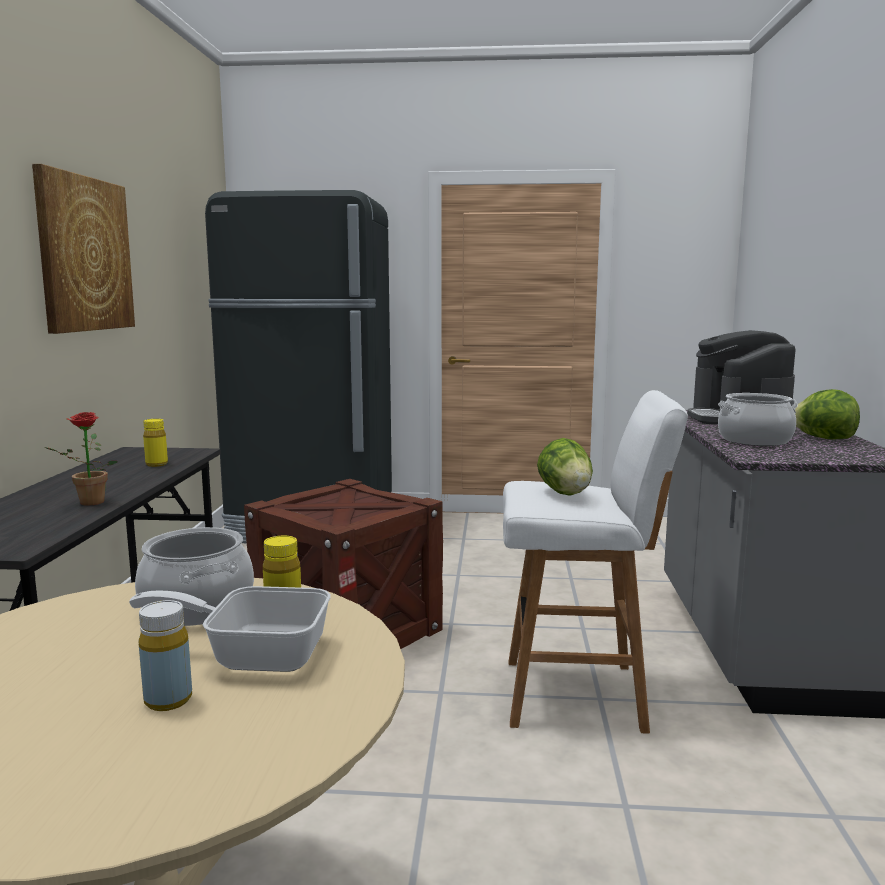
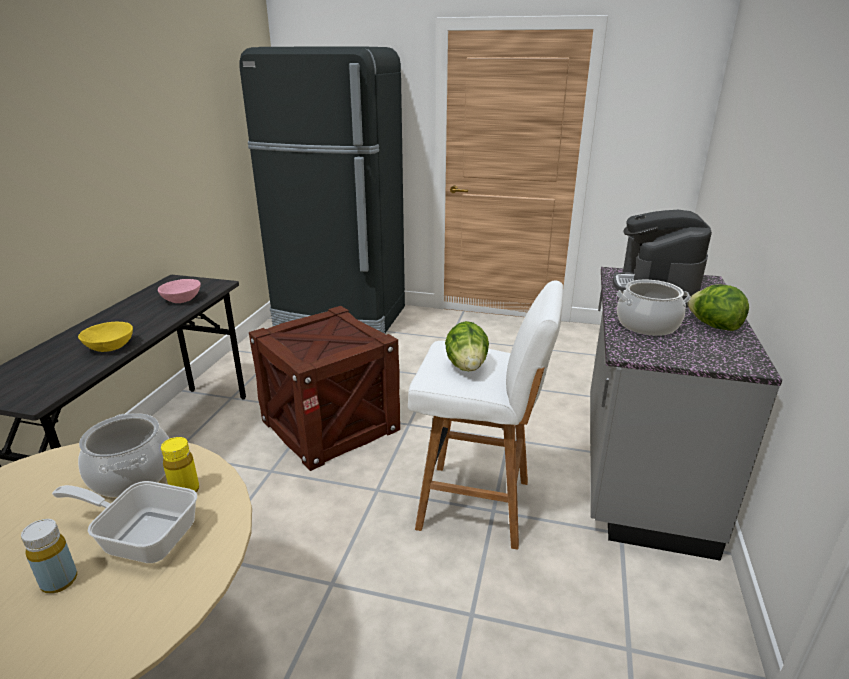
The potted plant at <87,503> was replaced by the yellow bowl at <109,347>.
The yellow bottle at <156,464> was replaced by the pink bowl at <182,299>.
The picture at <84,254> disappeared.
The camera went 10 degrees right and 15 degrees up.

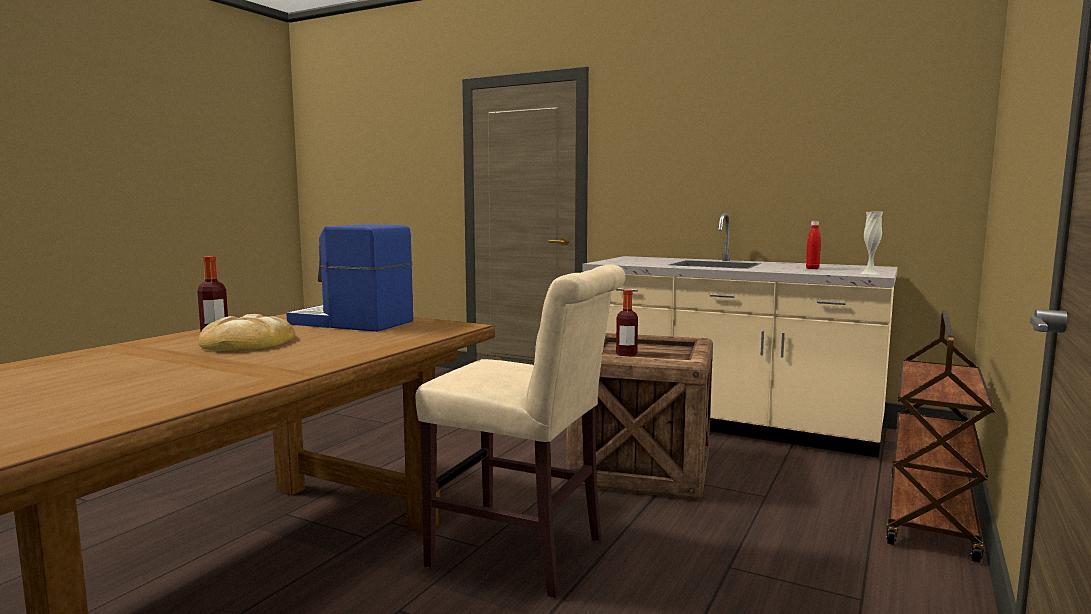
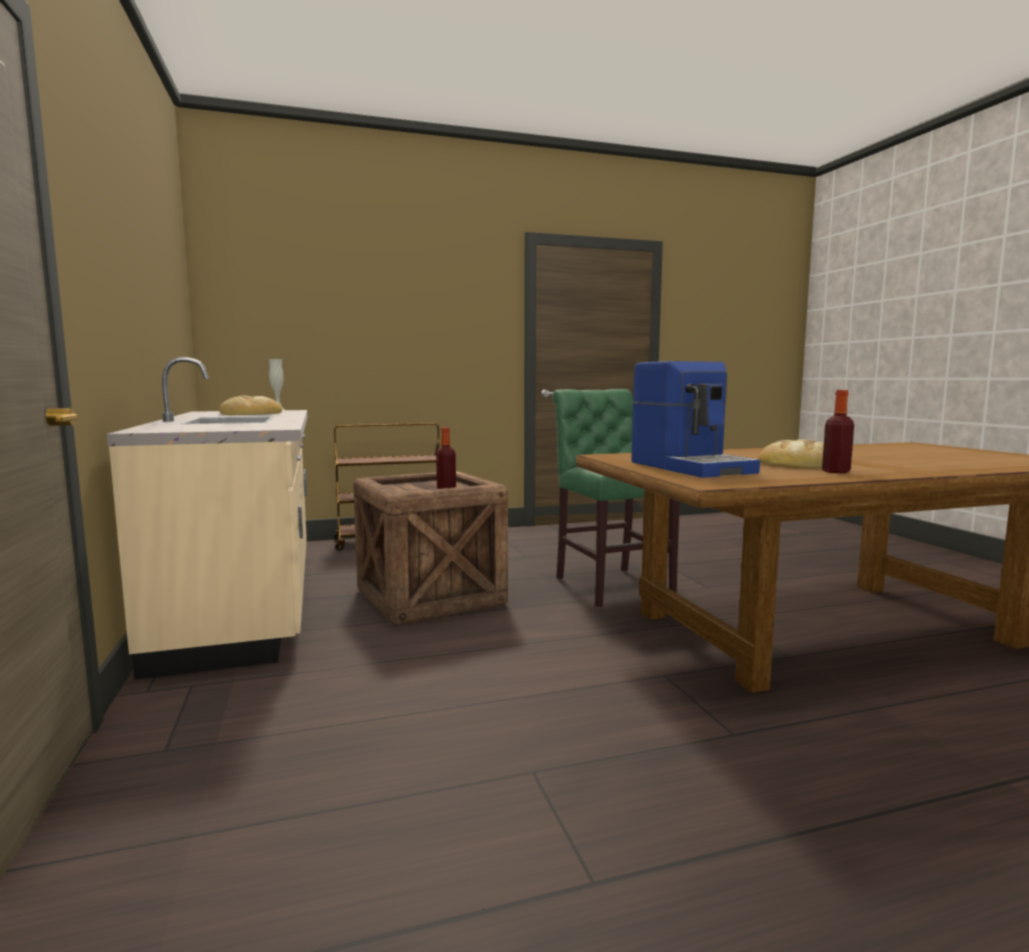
The red bottle at <812,268> was replaced by the bread at <250,413>.
The beige chair at <525,554> became the green chair at <610,585>.
The camera went 135 degrees left and 0 degrees up.

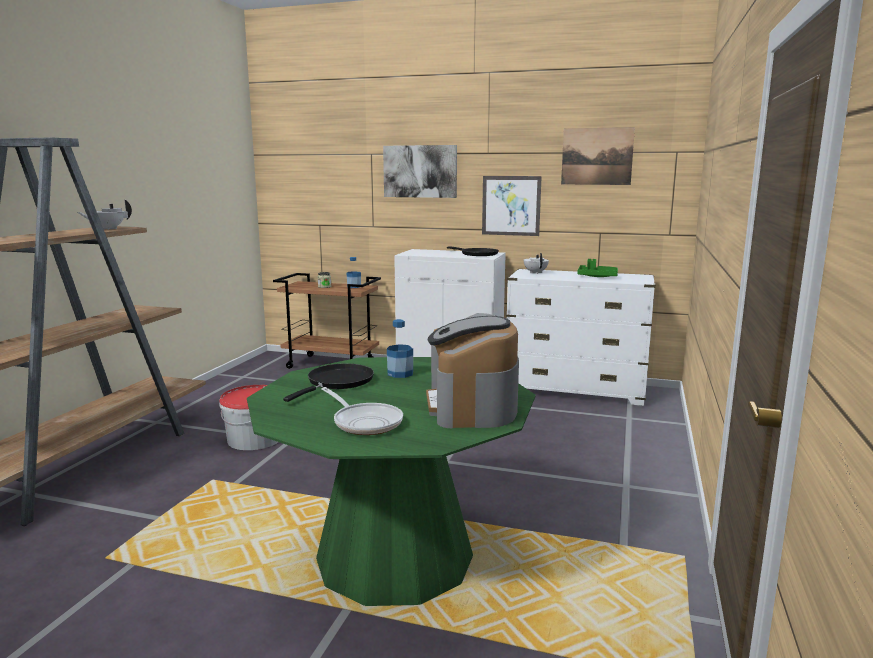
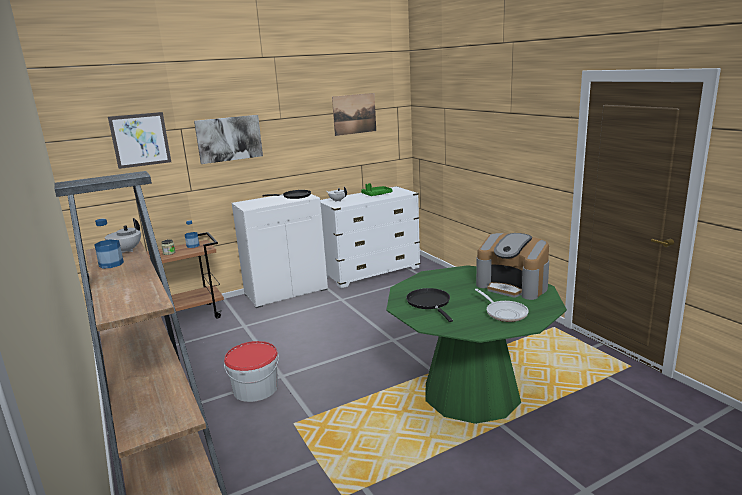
The bottle moved from <400,373> to <111,264>.
The picture moved from <511,205> to <140,140>.
The frying pan at <365,422> turned 60 degrees clockwise.
The camera went 45 degrees left and 5 degrees up.

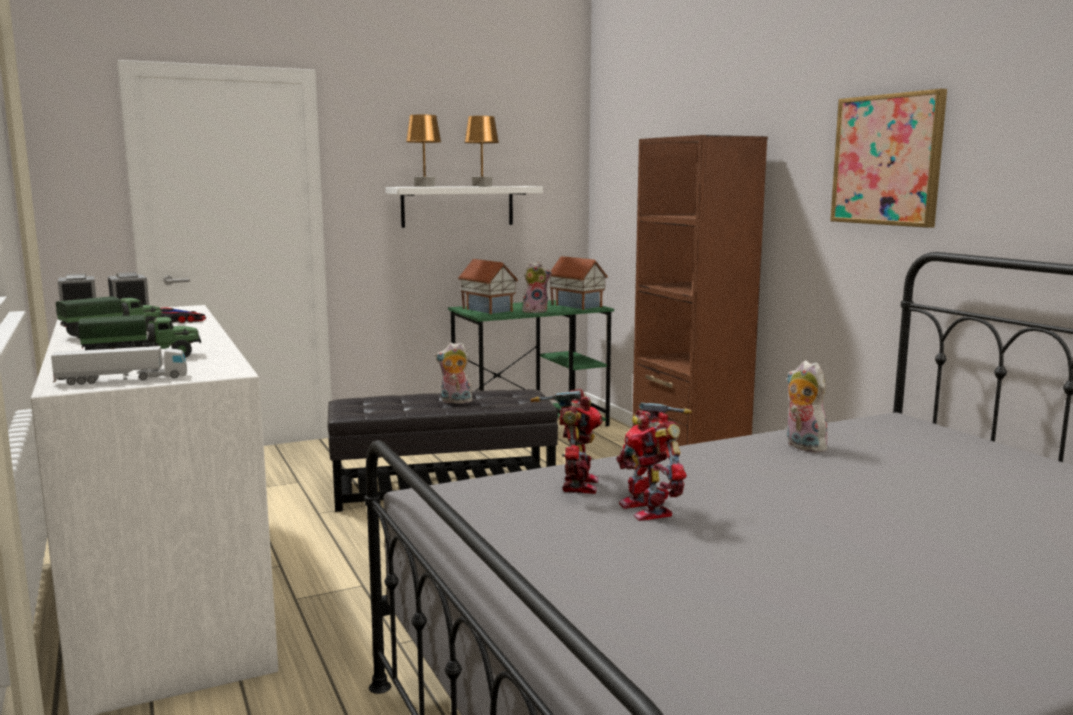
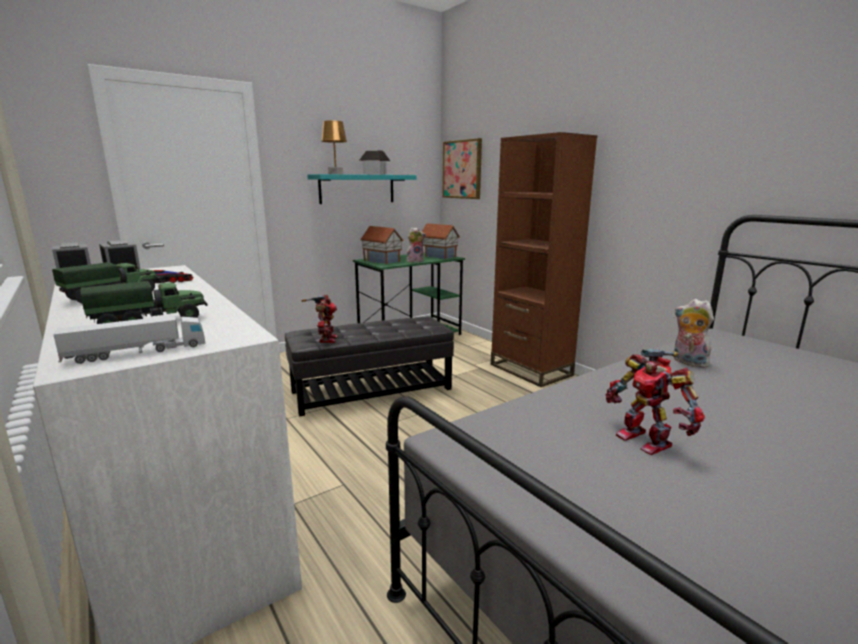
The toy robot moved from <575,485> to <326,339>.
The white shelf at <458,206> became the turquoise shelf at <357,189>.
The brown table lamp at <482,186> was replaced by the toy house at <375,174>.
The picture moved from <887,160> to <462,169>.
The plush toy at <455,402> disappeared.
The camera went 10 degrees left and 5 degrees up.

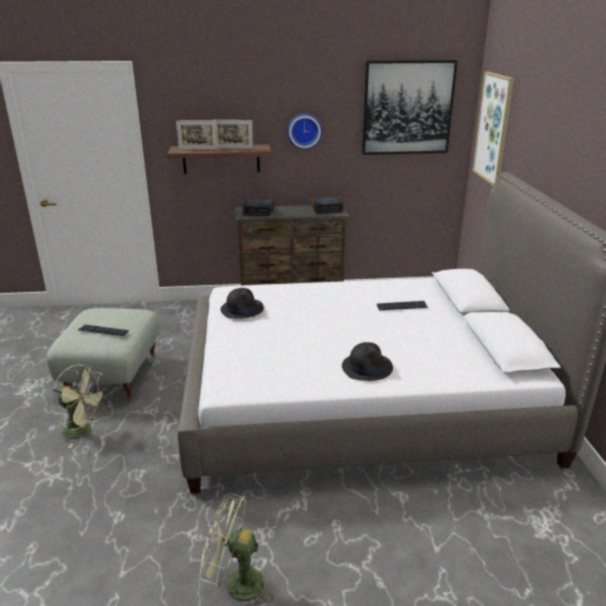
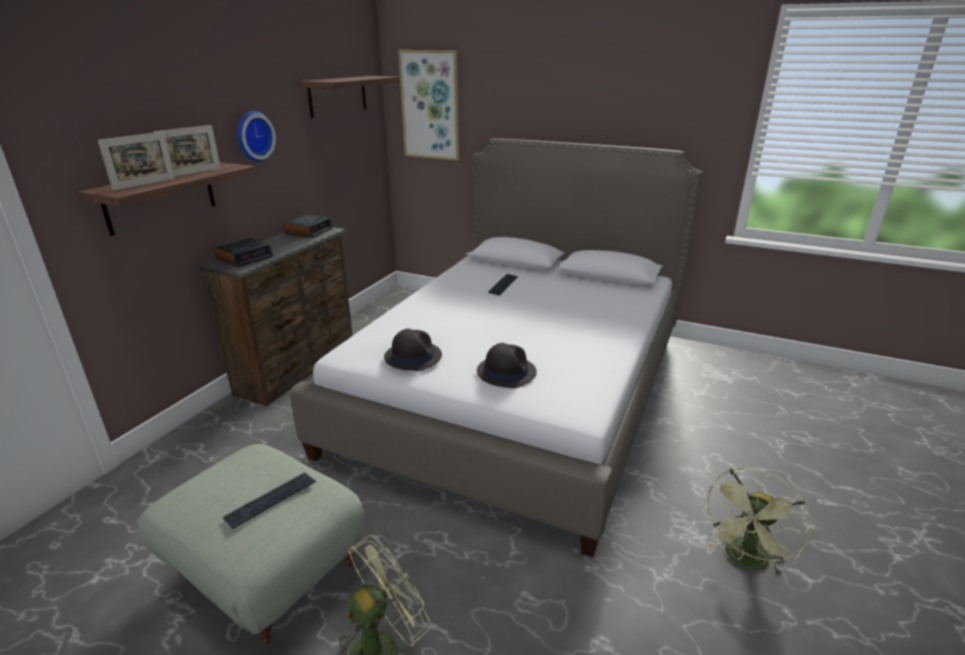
The picture at <407,108> was replaced by the shelf at <338,96>.
The black hat moved from <367,367> to <506,372>.
The camera went 60 degrees left and 0 degrees up.

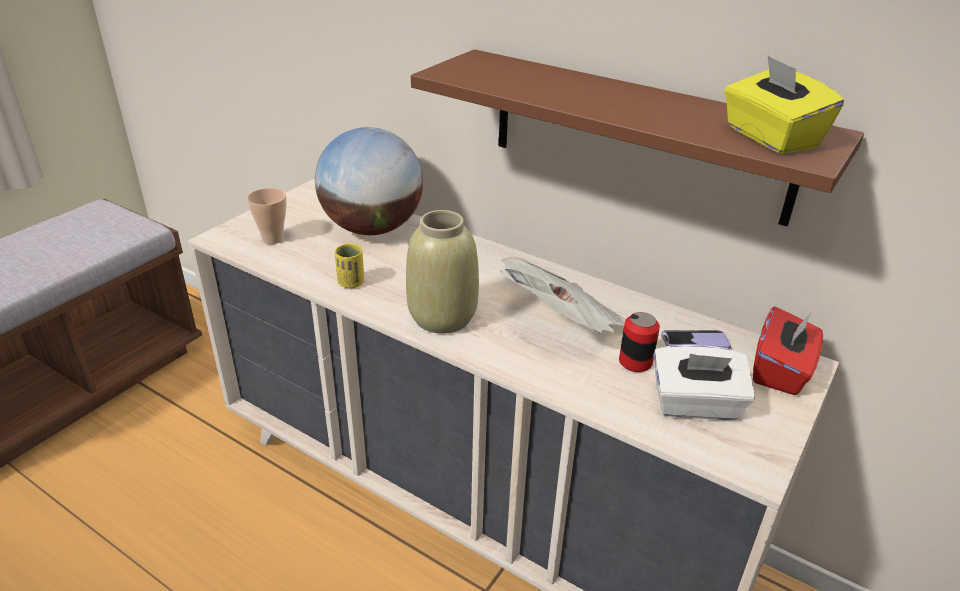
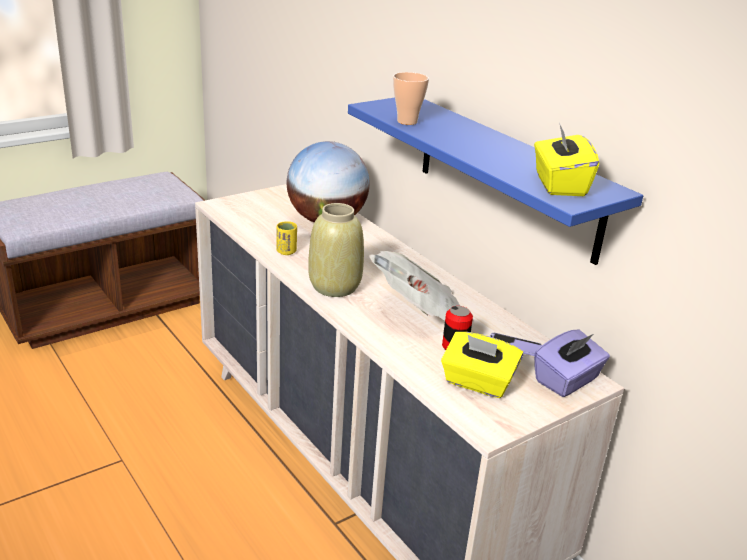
The brown shelf at <637,135> became the blue shelf at <507,176>.
The cup moved from <273,239> to <407,121>.
The white tissue box at <695,405> became the yellow tissue box at <477,382>.
The red tissue box at <781,371> became the purple tissue box at <567,380>.
The camera went 20 degrees right and 5 degrees down.

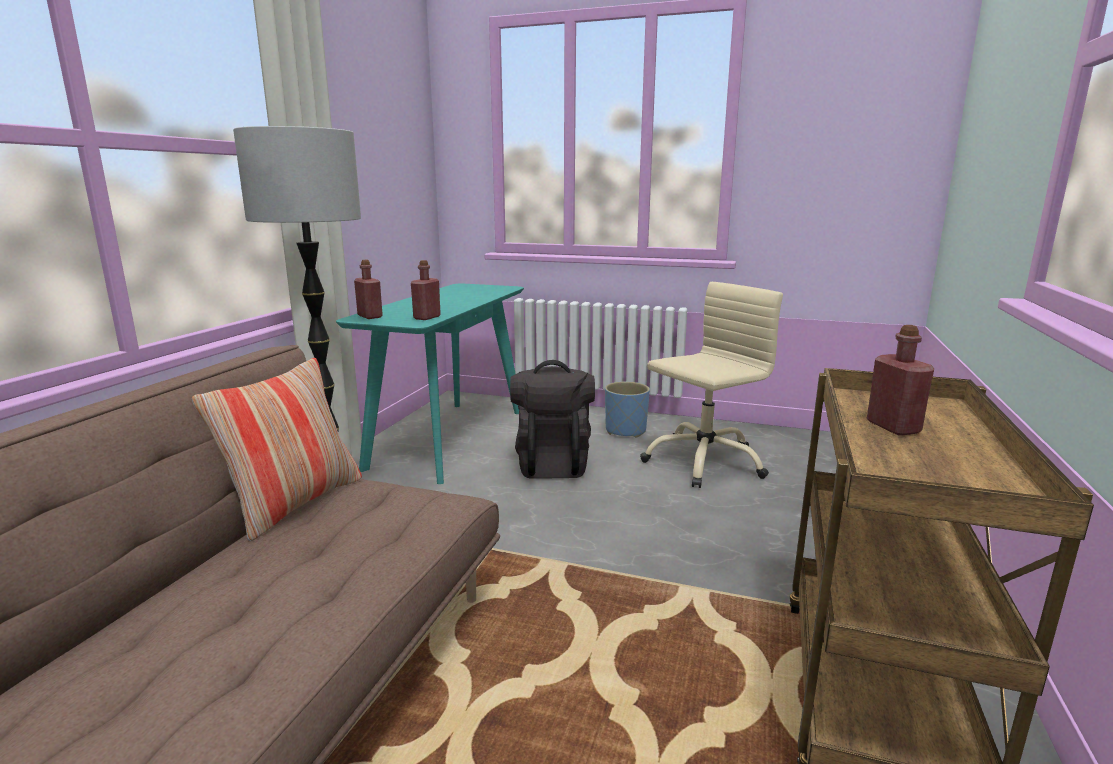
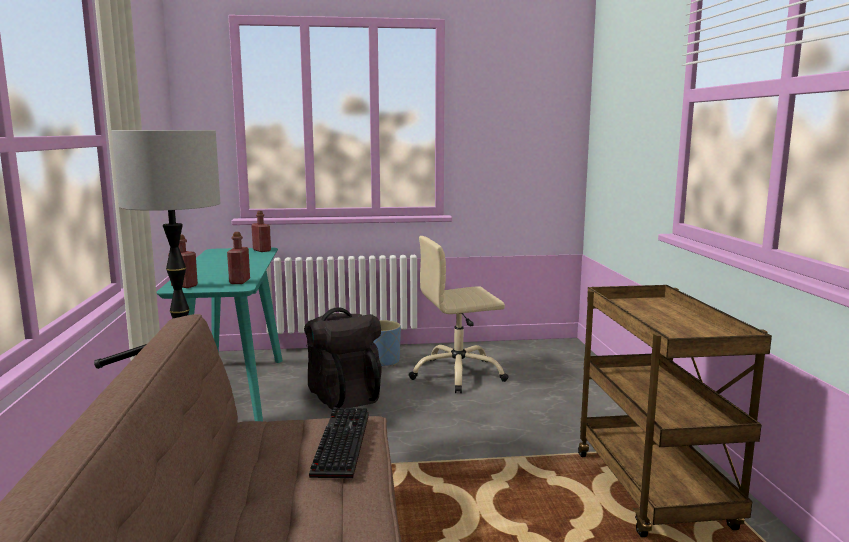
The red bottle moved from <893,427> to <262,250>.
The keyboard at <339,443> appeared.
The beige office chair at <703,461> turned 135 degrees counterclockwise.
The pillow at <295,503> disappeared.
The camera went 25 degrees left and 5 degrees down.

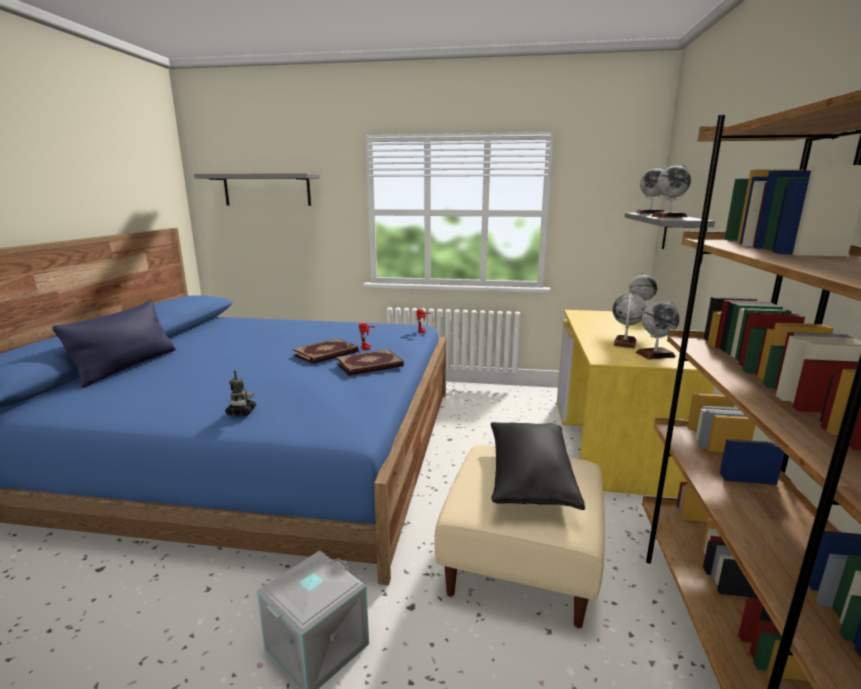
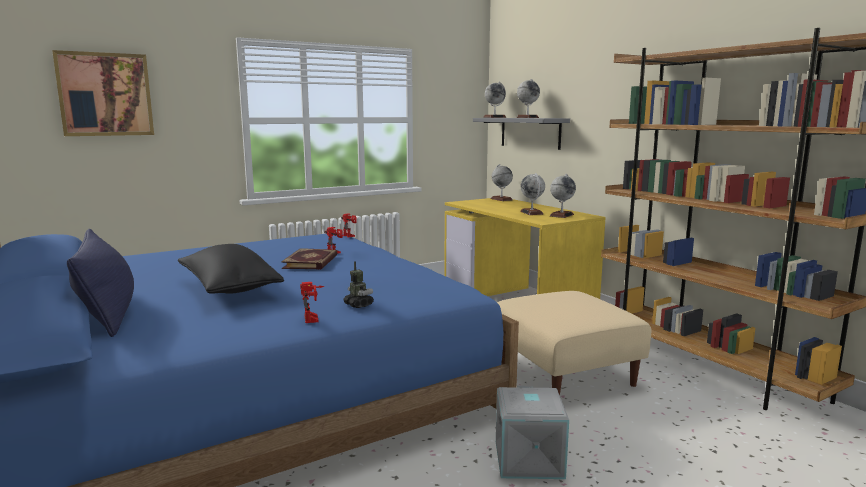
The grey shelf at <267,190> was replaced by the picture at <105,94>.
The black pillow moved from <529,479> to <229,288>.
The toy robot at <314,319> appeared.
The book at <370,365> disappeared.
The camera went 40 degrees left and 5 degrees down.

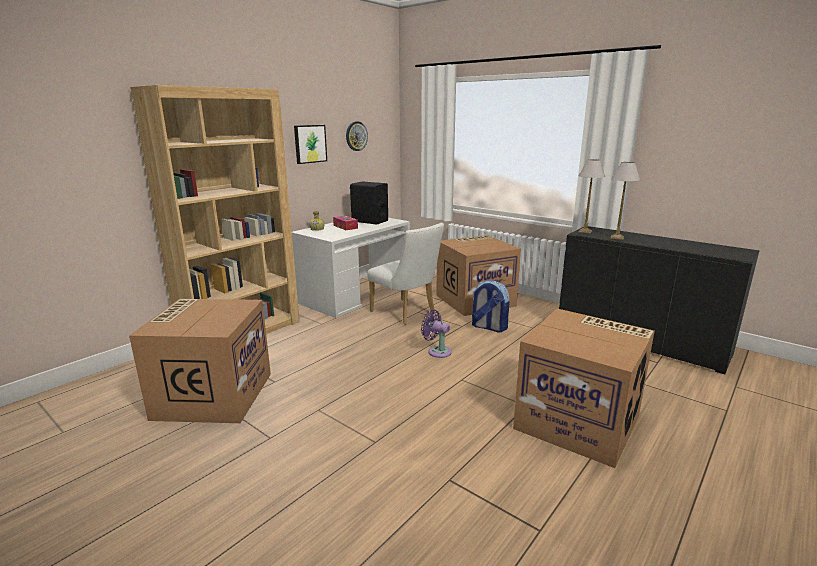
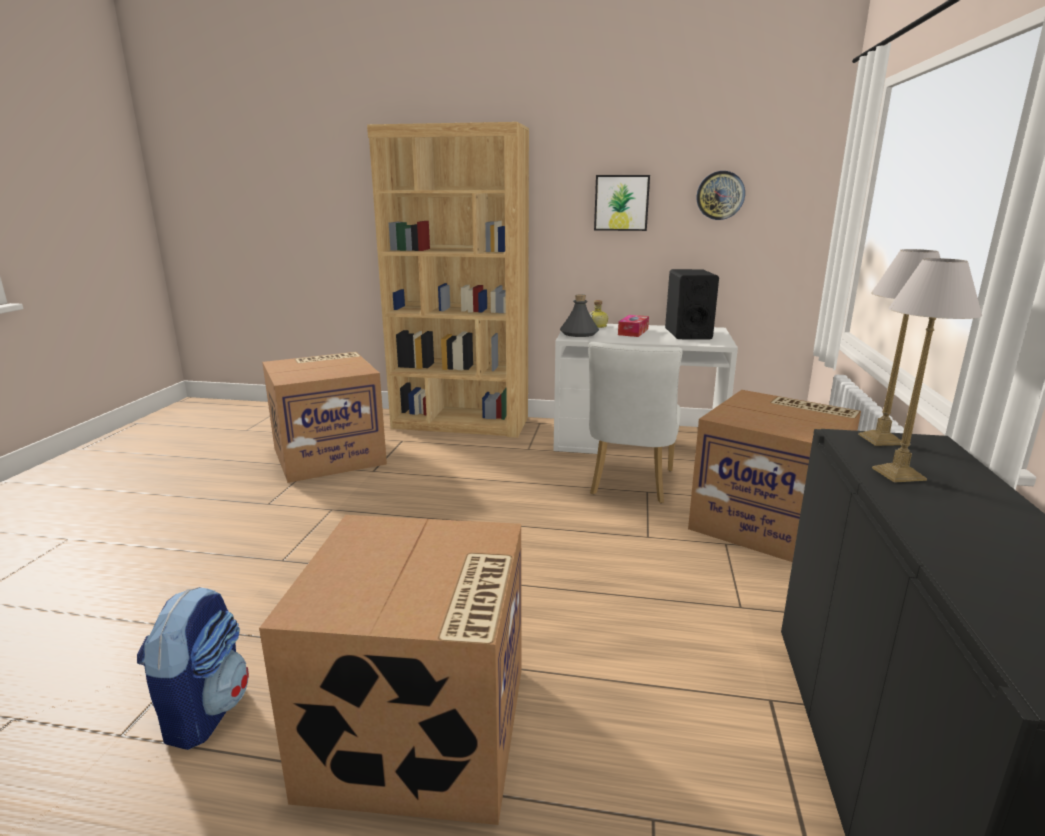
The backpack moved from <488,327> to <204,711>.
The grey bottle at <579,333> appeared.
The purple fan at <437,351> disappeared.
The camera went 60 degrees right and 0 degrees up.

